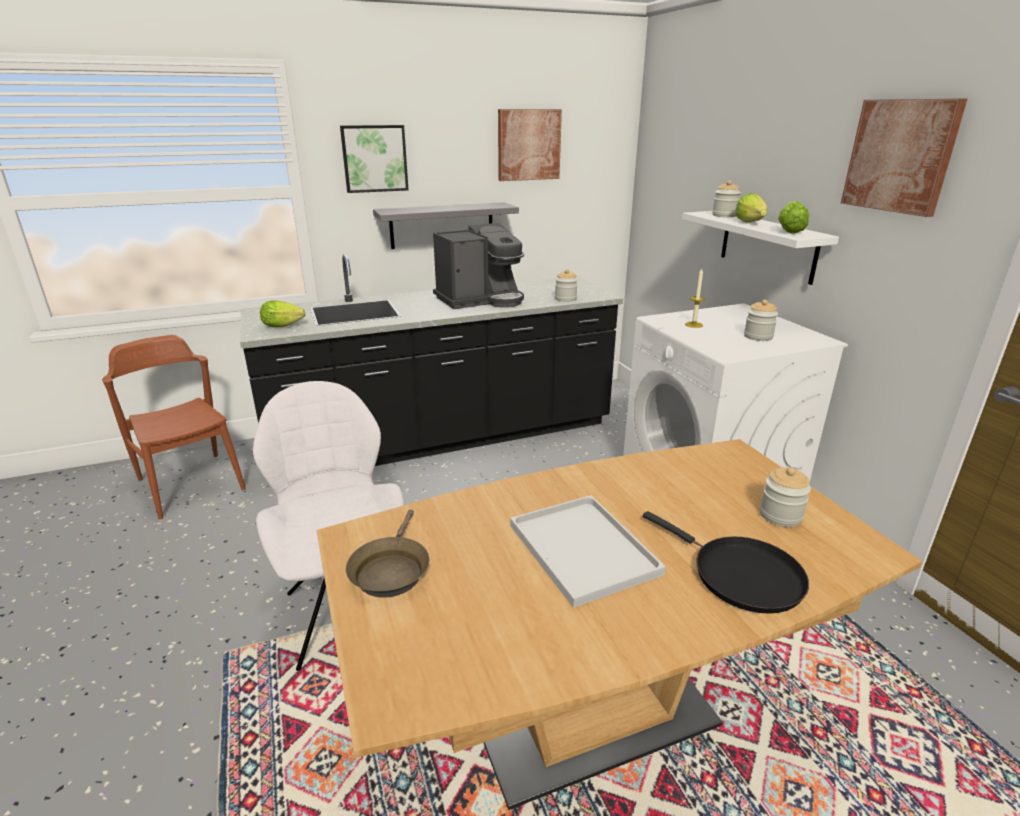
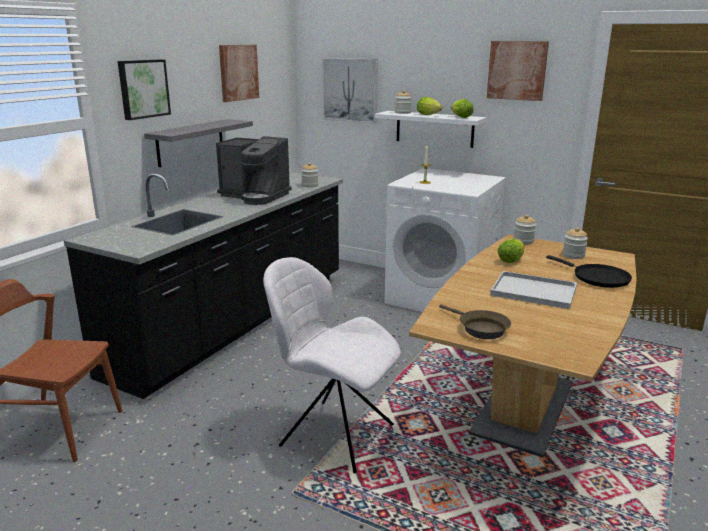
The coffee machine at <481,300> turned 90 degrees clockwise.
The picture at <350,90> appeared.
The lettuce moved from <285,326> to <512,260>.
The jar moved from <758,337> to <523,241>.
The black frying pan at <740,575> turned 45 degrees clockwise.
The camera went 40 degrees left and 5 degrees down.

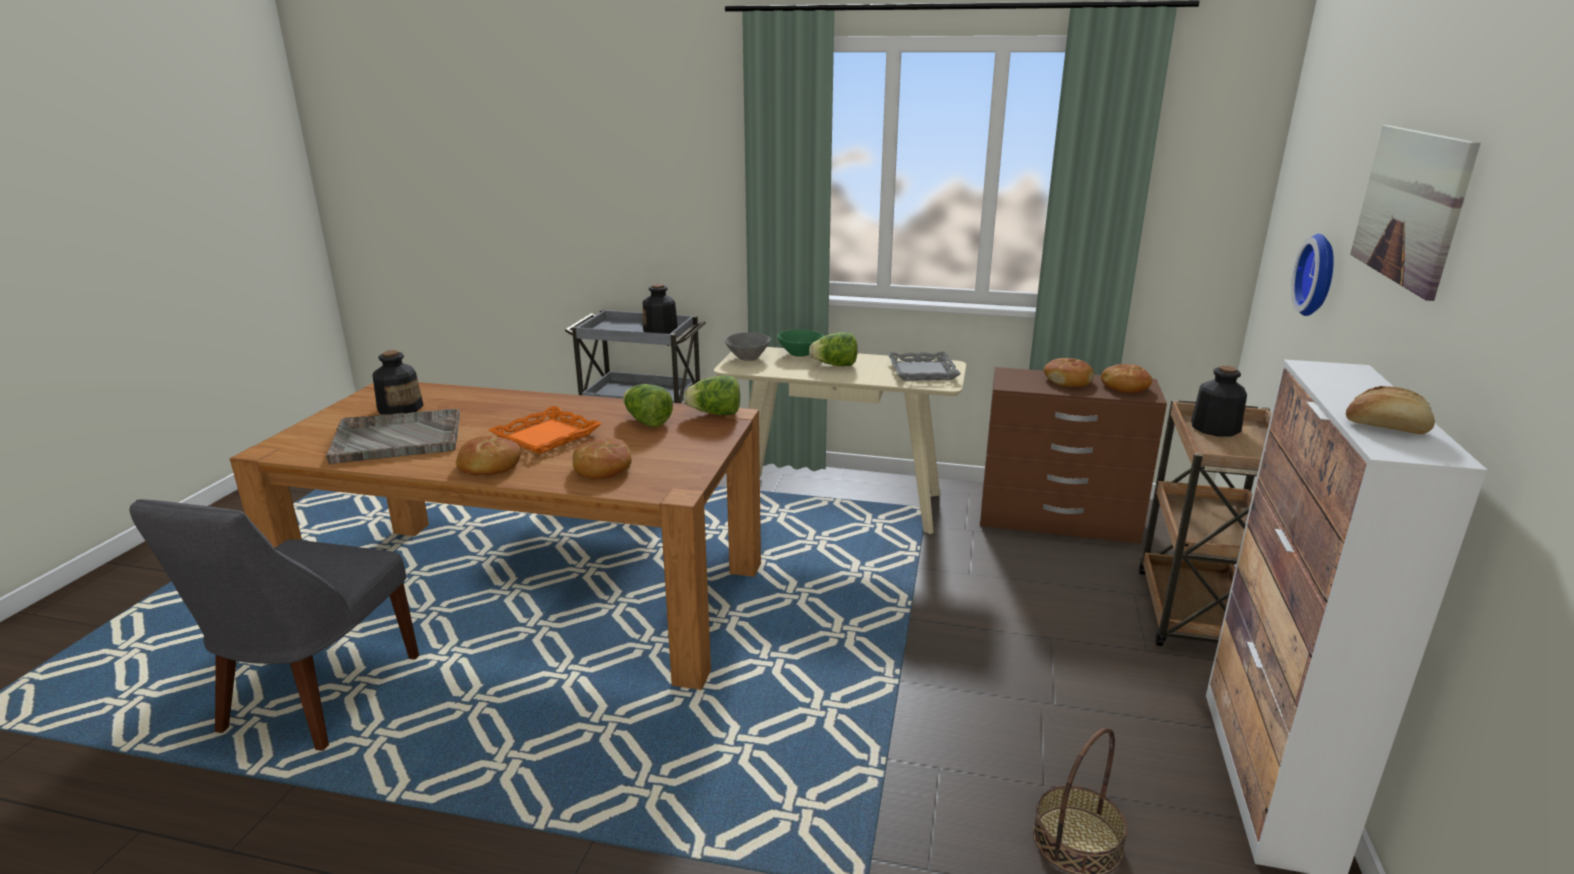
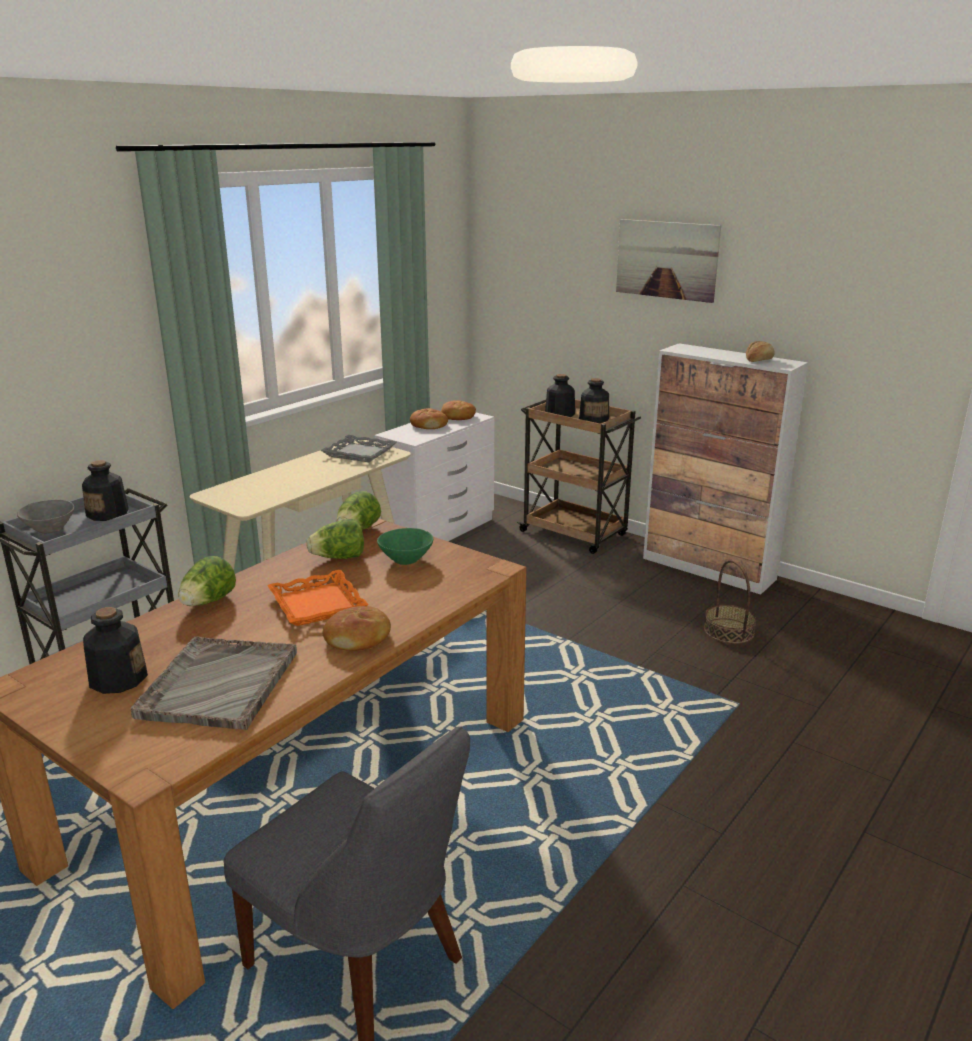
The grey bowl moved from <747,358> to <50,530>.
The lettuce moved from <835,365> to <208,602>.
The brown dresser at <1058,520> became the white dresser at <439,531>.
The green bowl moved from <800,354> to <407,560>.
The bottle at <594,419> appeared.
The bread at <602,468> disappeared.
The wall clock at <1320,275> disappeared.
The camera went 65 degrees left and 0 degrees up.

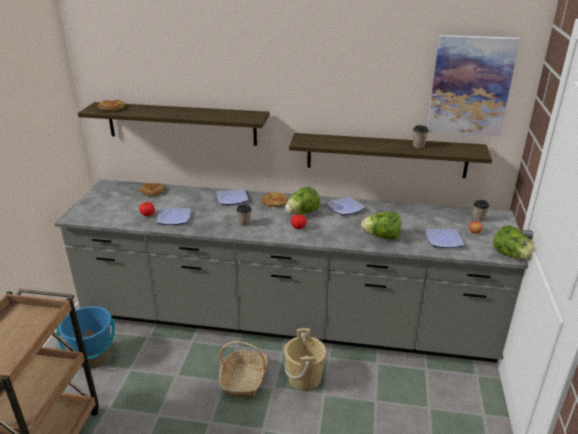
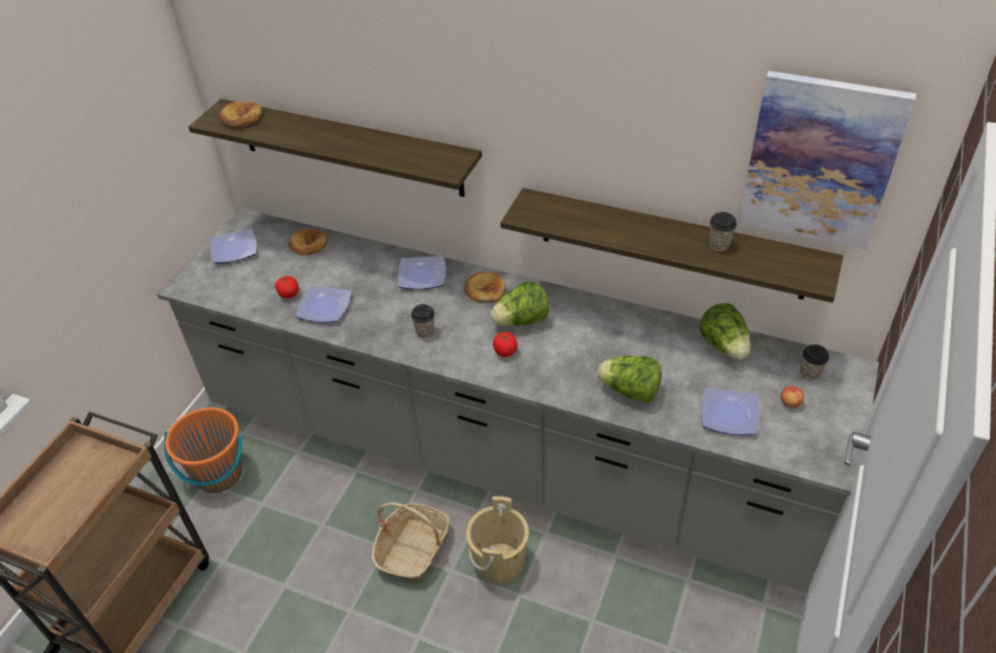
The blue bucket at <93,357> became the orange bucket at <218,474>.
The plate moved from <345,208> to <235,249>.
The lettuce moved from <511,255> to <724,346>.
The camera went 15 degrees right and 15 degrees up.

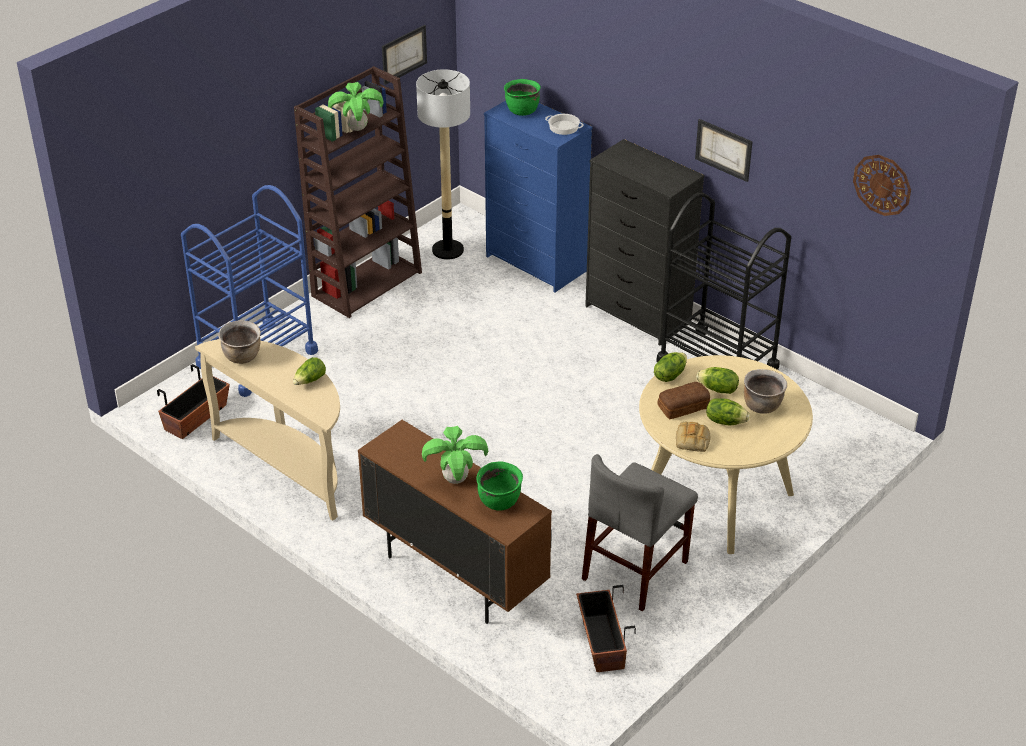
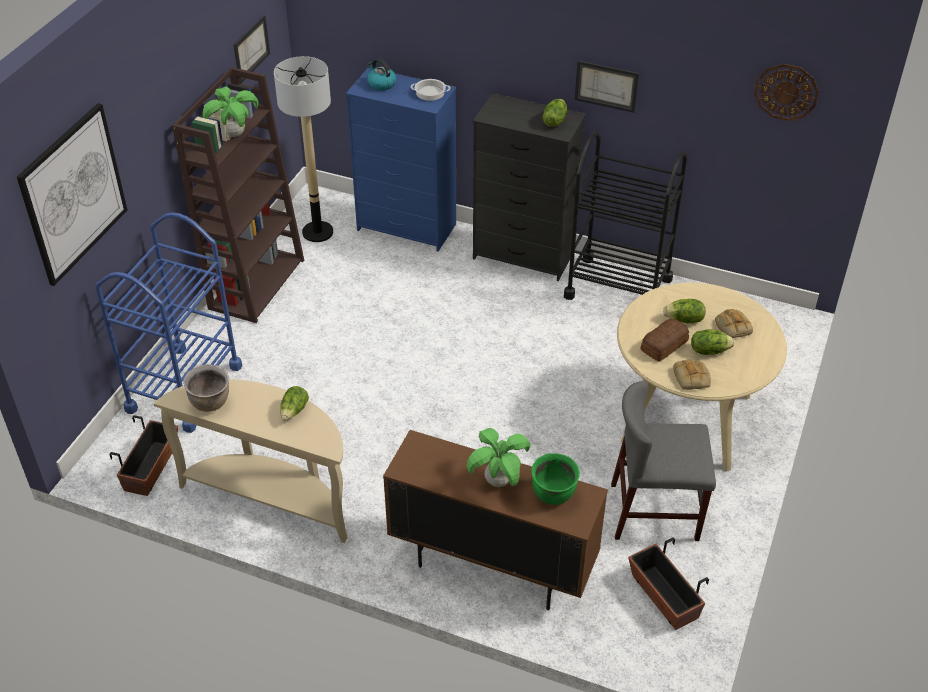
The picture at <73,194> appeared.
The green cooking pot at <522,111> was replaced by the kettle at <381,84>.
The lettuce moved from <669,375> to <554,121>.
The grey chair at <635,570> turned 75 degrees clockwise.
The brown cooking pot at <762,406> was replaced by the bread at <732,326>.
The camera went 20 degrees left and 5 degrees up.

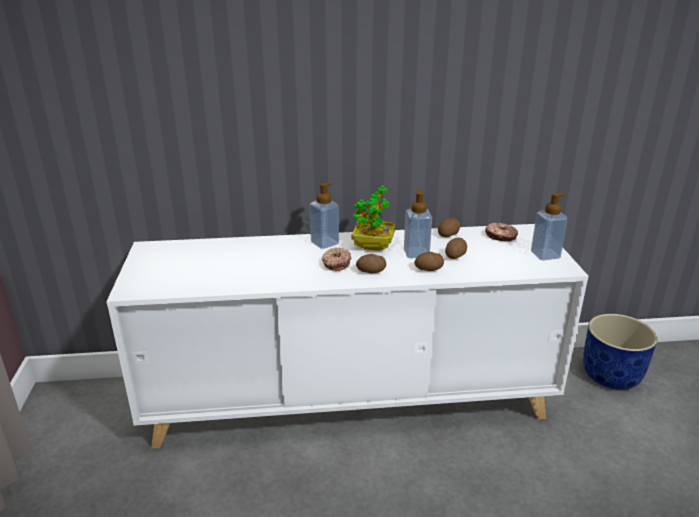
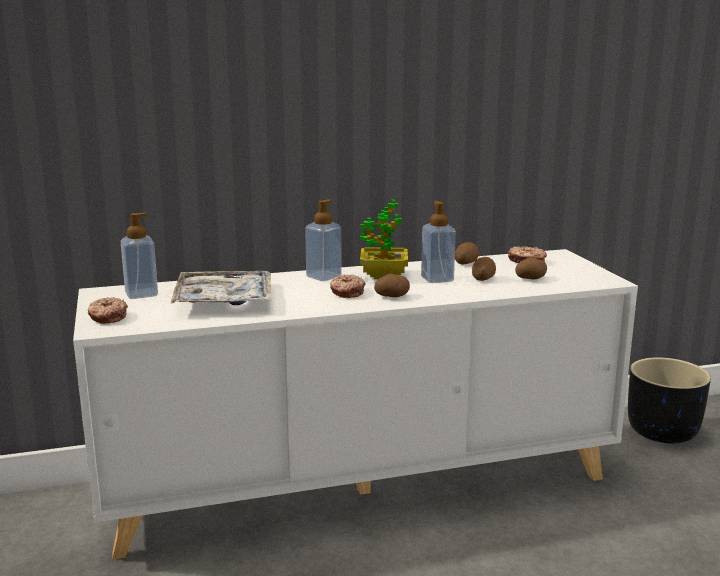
The donut at <107,317> appeared.
The soap dispenser moved from <545,255> to <141,294>.
The tray at <224,299> appeared.
The potato moved from <429,269> to <531,278>.
The blue planter at <611,375> became the black planter at <662,431>.
The camera went 10 degrees left and 10 degrees down.

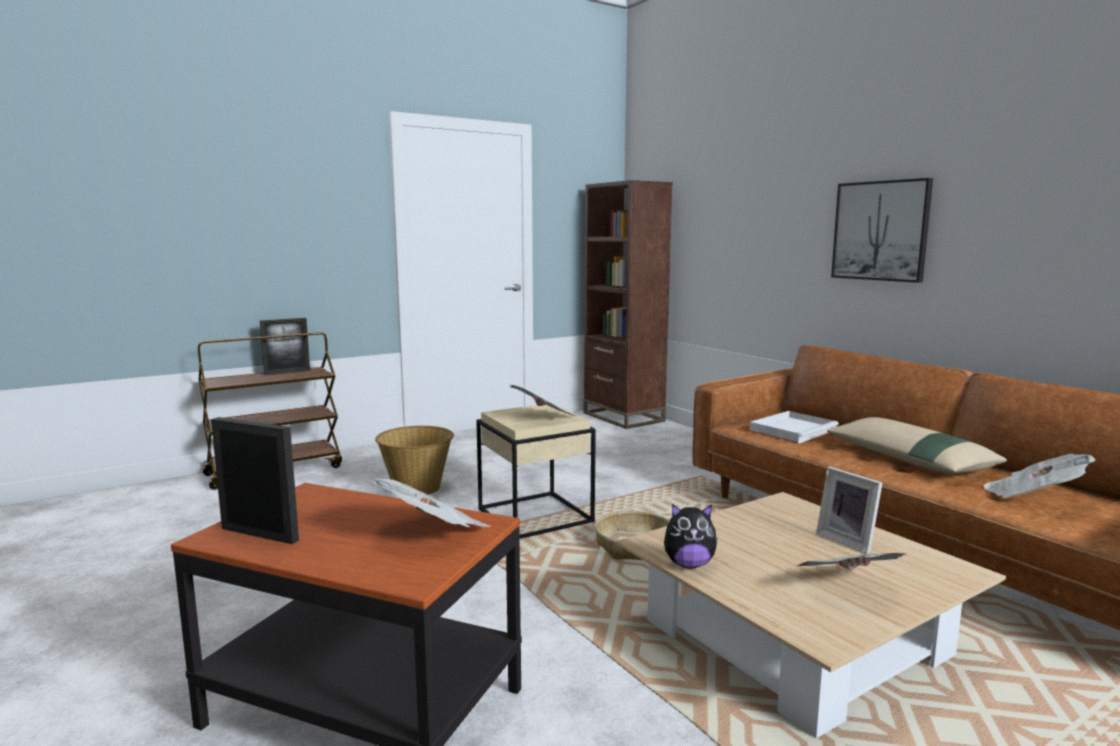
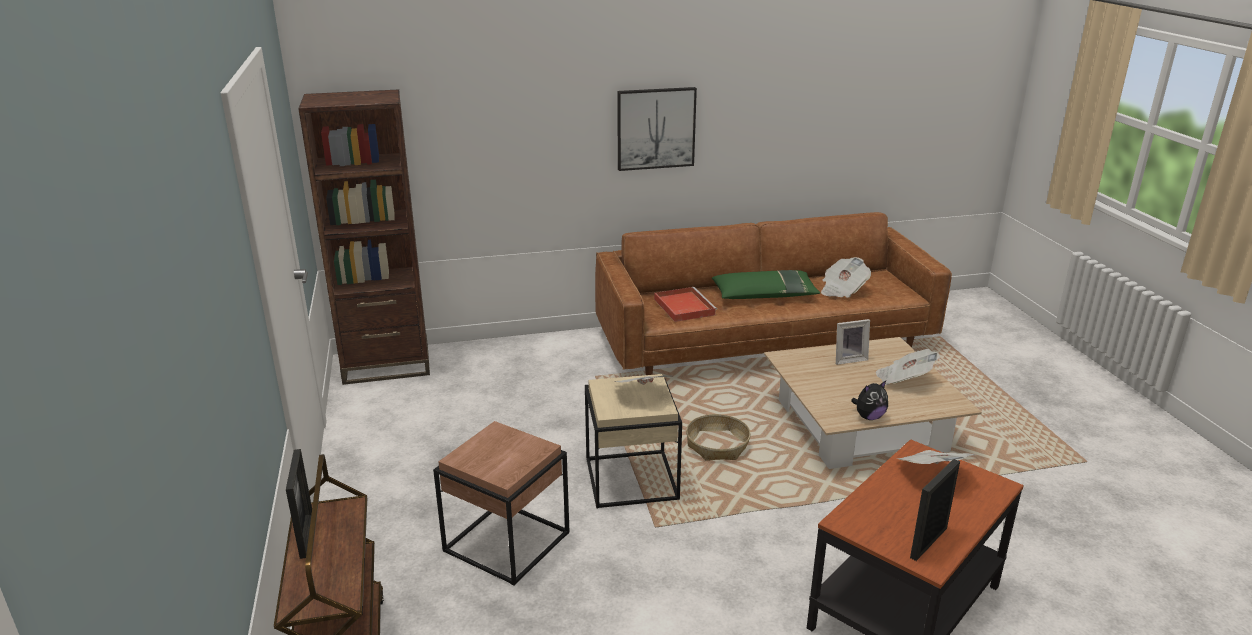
The basket at <417,487> was replaced by the brown side table at <506,541>.
The white tray at <793,430> became the red tray at <683,306>.
The beige pillow at <908,460> became the green pillow at <765,295>.
The plush toy at <688,564> turned 45 degrees clockwise.
The camera went 70 degrees left and 15 degrees up.

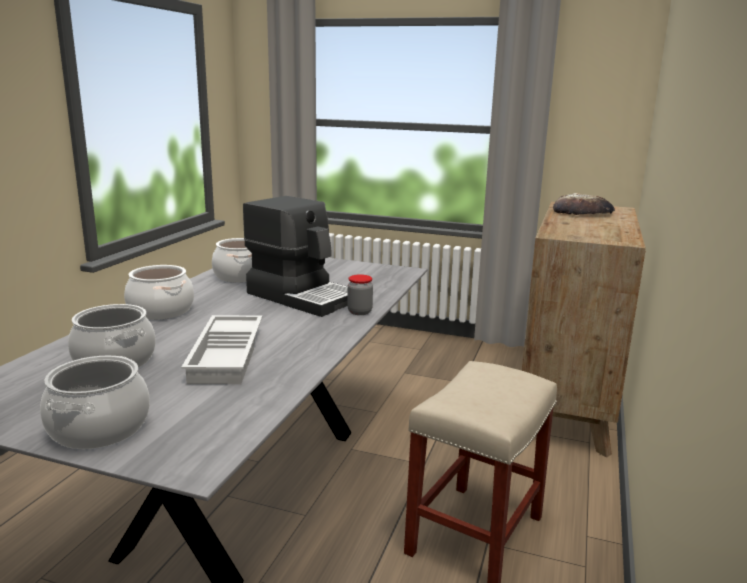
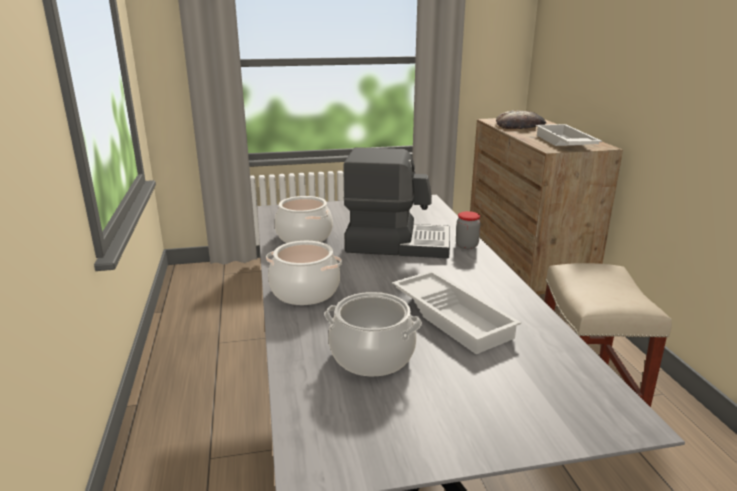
The white tray at <563,143> appeared.
The cooking pot at <99,427> disappeared.
The camera went 30 degrees left and 5 degrees up.

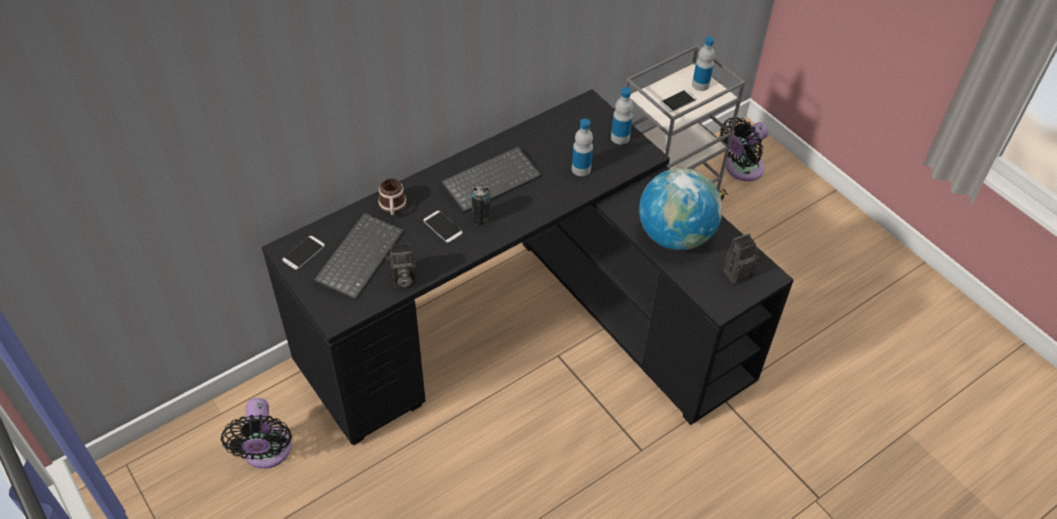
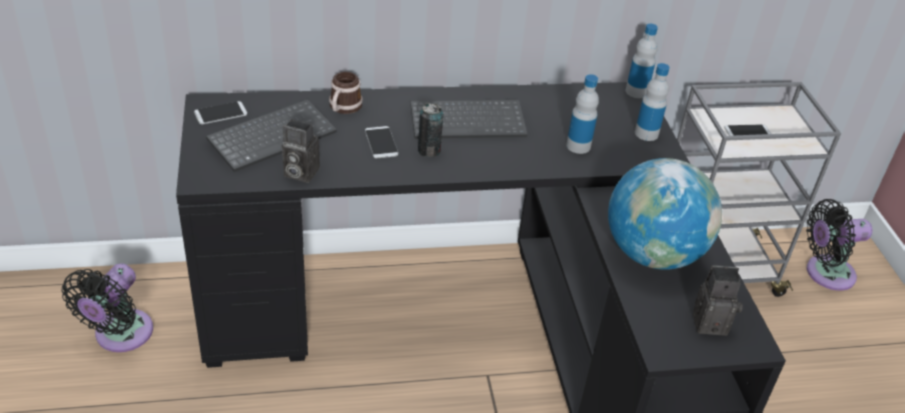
The bottle moved from <700,85> to <636,92>.
The camera went 25 degrees right and 10 degrees down.

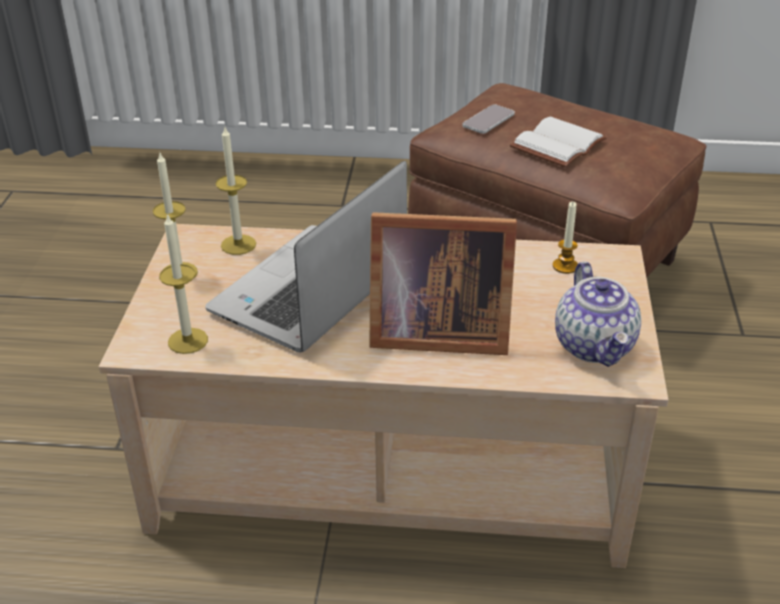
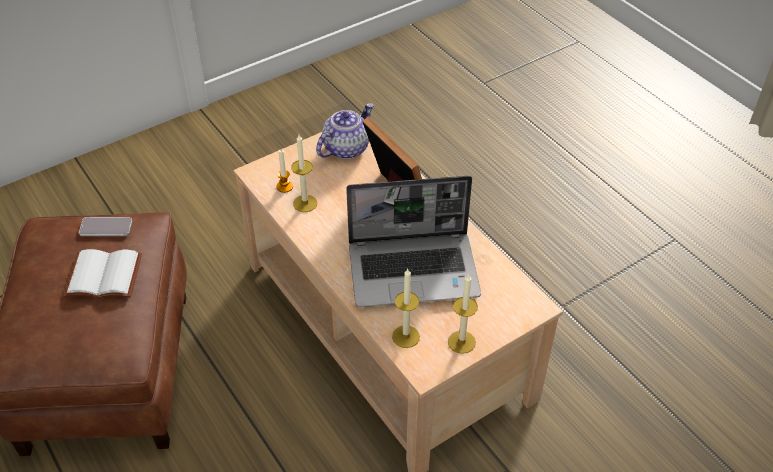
The phone moved from <488,120> to <106,227>.
The candle moved from <188,341> to <305,203>.
The camera went 130 degrees left and 10 degrees up.

